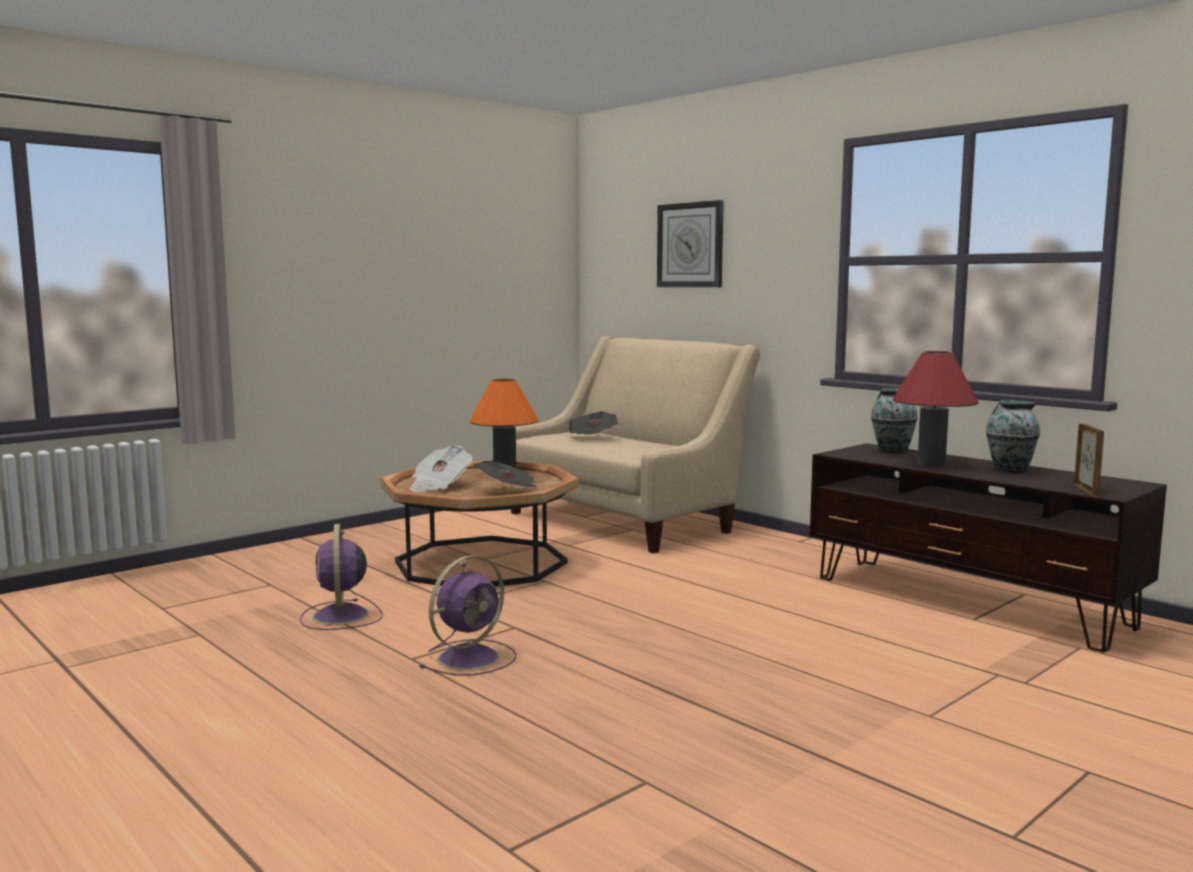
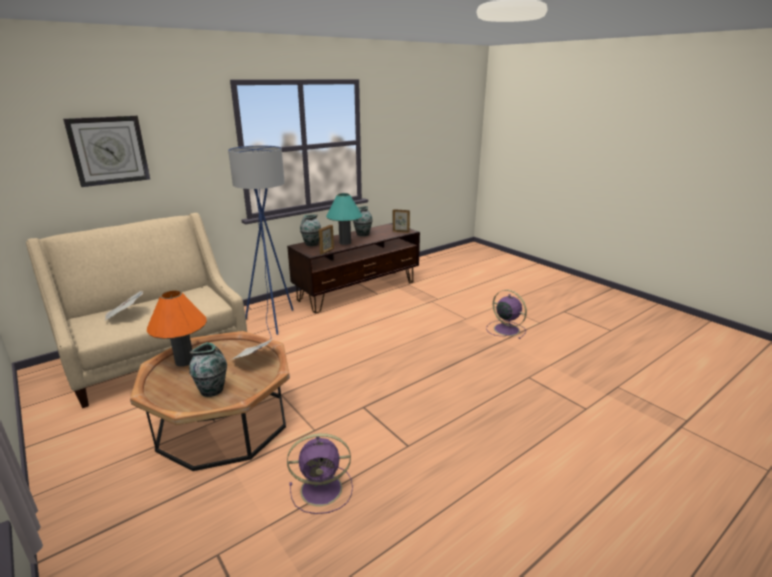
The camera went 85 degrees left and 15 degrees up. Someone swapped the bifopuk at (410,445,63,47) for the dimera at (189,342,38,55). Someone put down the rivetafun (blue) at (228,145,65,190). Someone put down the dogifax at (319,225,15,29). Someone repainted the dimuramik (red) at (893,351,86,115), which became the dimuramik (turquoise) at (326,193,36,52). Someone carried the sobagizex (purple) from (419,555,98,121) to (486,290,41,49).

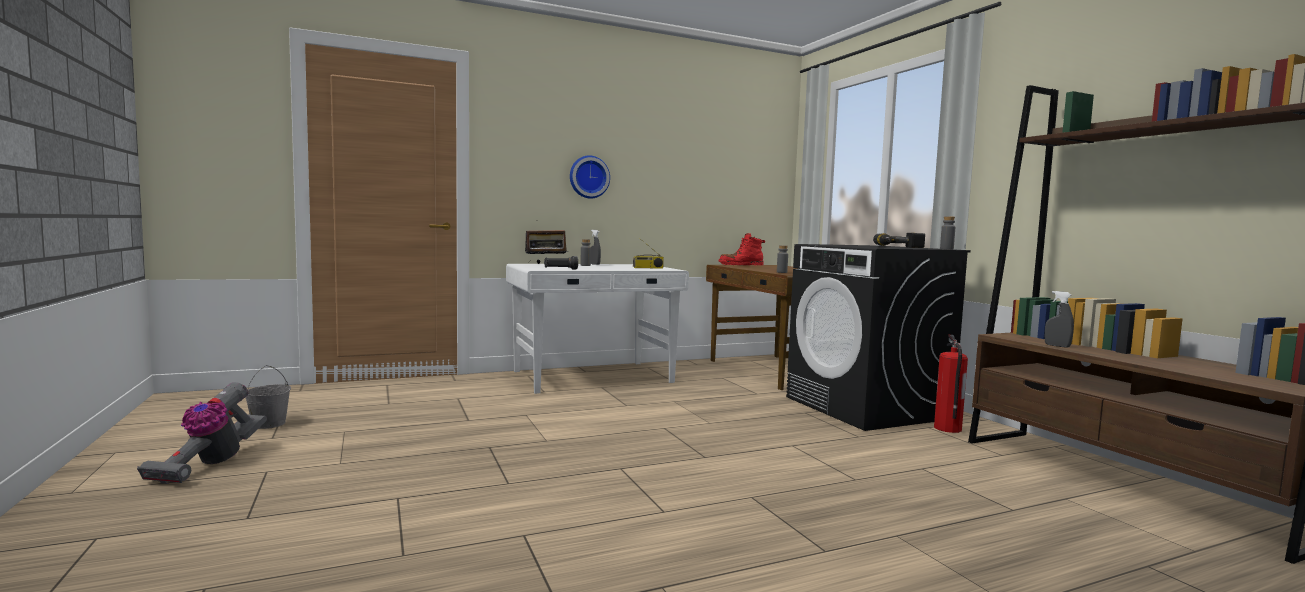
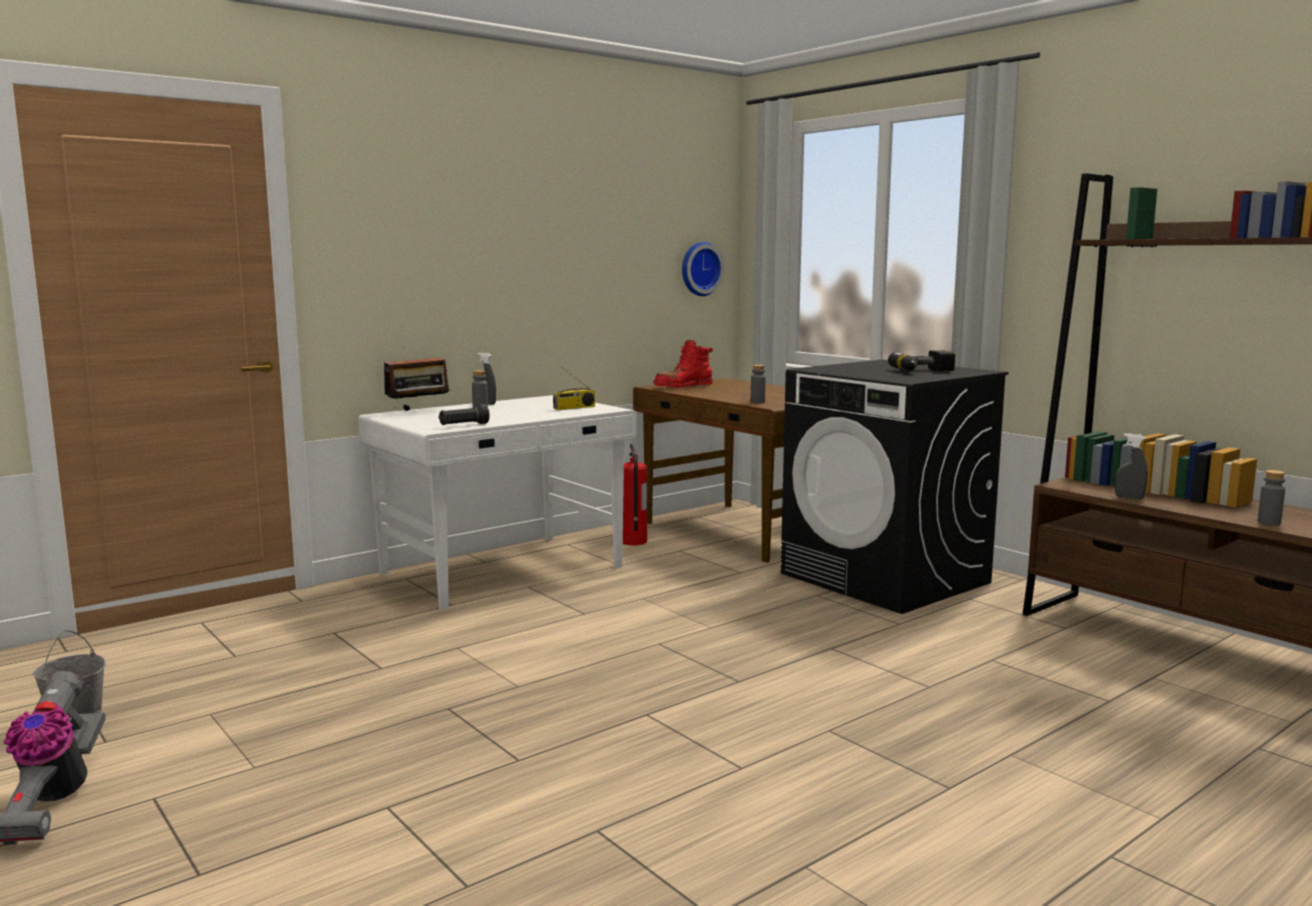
The camera went 15 degrees left and 5 degrees up. Someone carried the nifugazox from (934,334,34,99) to (623,444,24,101). Someone carried the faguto from (570,155,40,44) to (682,242,42,54). Someone carried the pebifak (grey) from (940,216,15,33) to (1257,470,28,56).

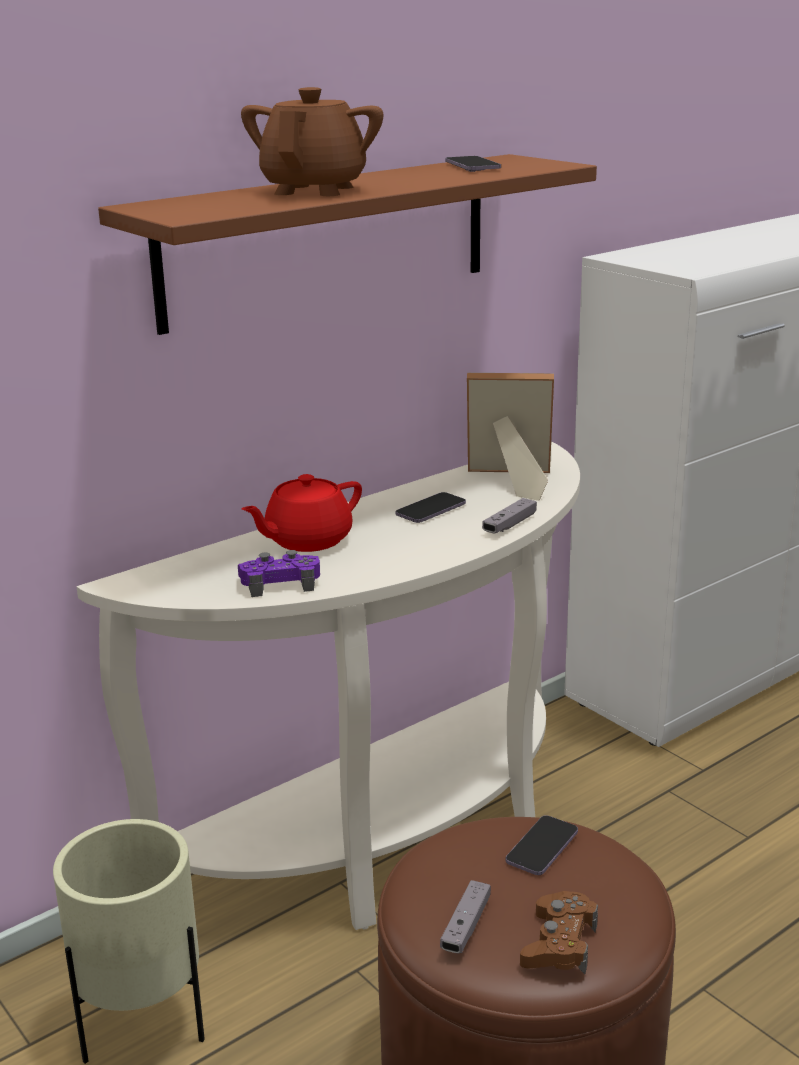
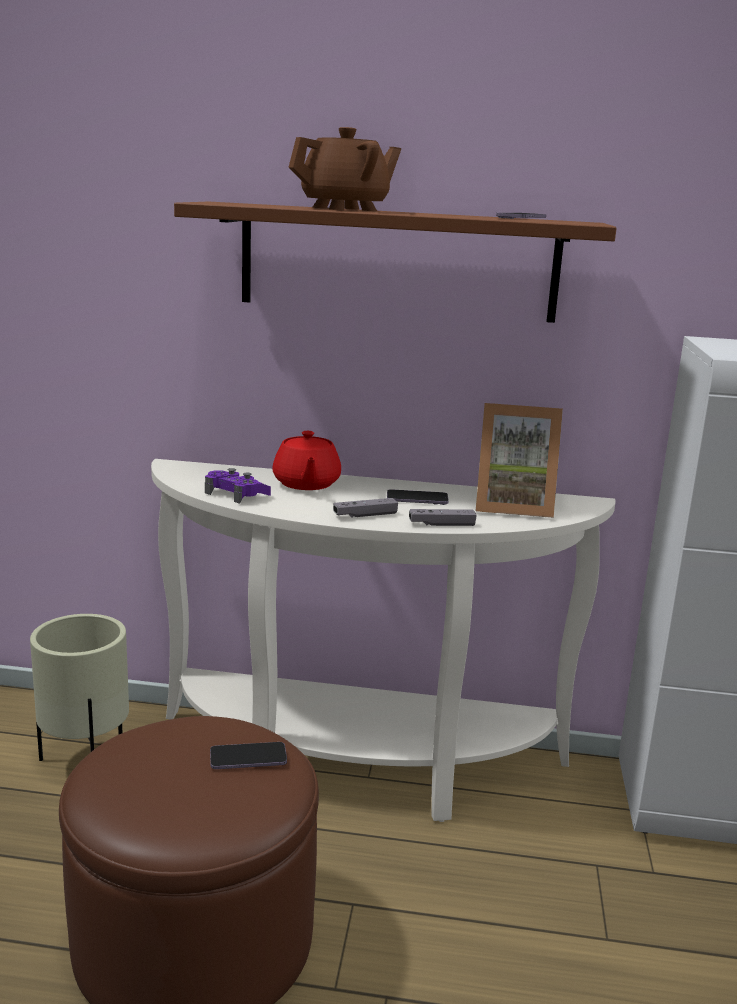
The camera went 45 degrees right and 5 degrees down. Someone rotated the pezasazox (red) at (241,474,121,78) by 105 degrees counterclockwise. Someone carried the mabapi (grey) from (440,880,51,74) to (333,498,65,20). Someone rotated the dogifax at (467,373,87,128) by 135 degrees clockwise. Someone took away the mabapi (brown) at (520,891,78,83).

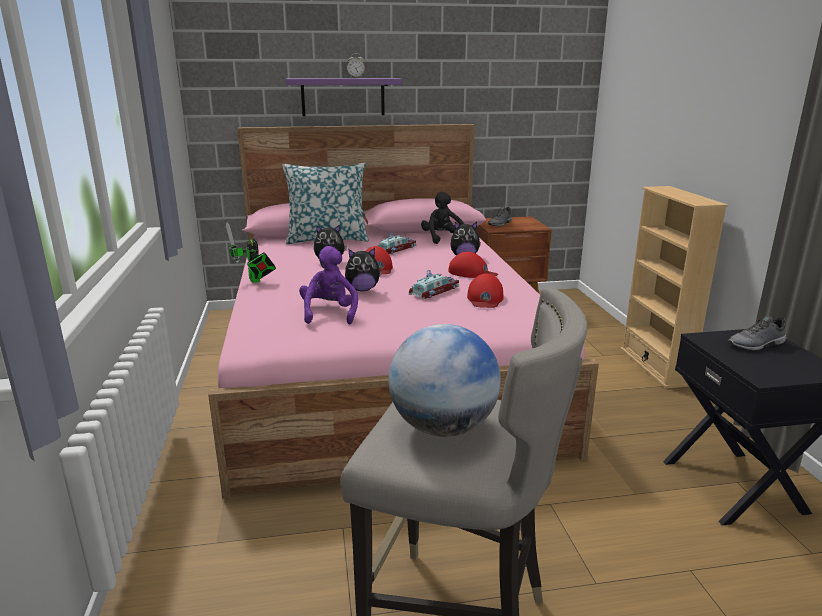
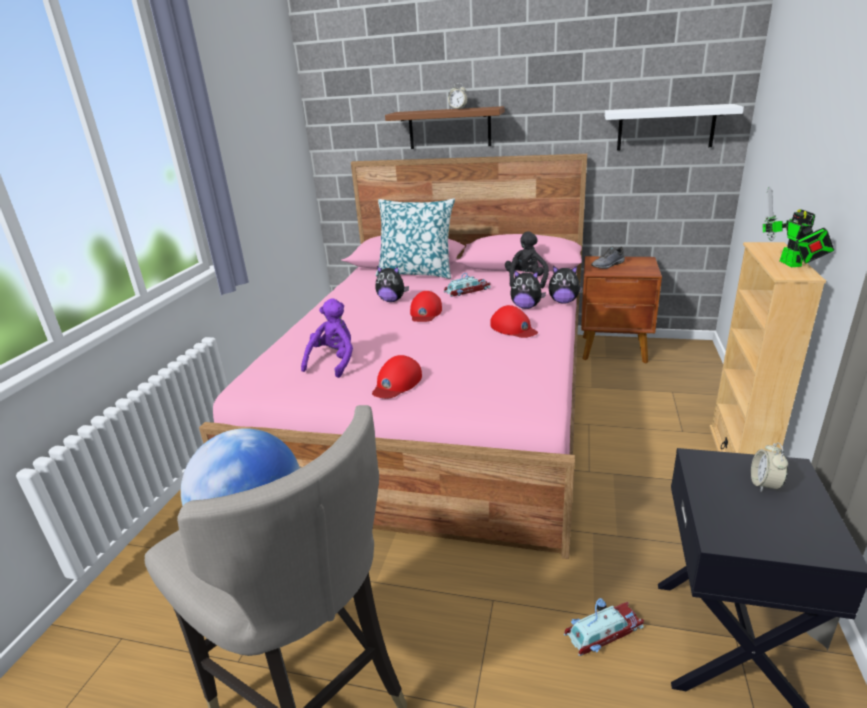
The camera went 25 degrees right and 5 degrees up. Someone carried the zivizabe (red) from (467,273,36,35) to (372,355,50,43). Someone repainted the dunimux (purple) at (286,78,116,38), which became the dunimux (brown) at (385,106,120,43). Someone carried the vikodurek from (345,248,36,43) to (548,266,35,38). Someone carried the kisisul from (409,270,50,29) to (564,598,80,58). Someone put up the dunimux (white) at (605,104,139,46). Someone swapped the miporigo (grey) at (728,315,58,36) for the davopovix at (751,442,37,50). Someone carried the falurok from (226,223,50,60) to (763,187,71,80).

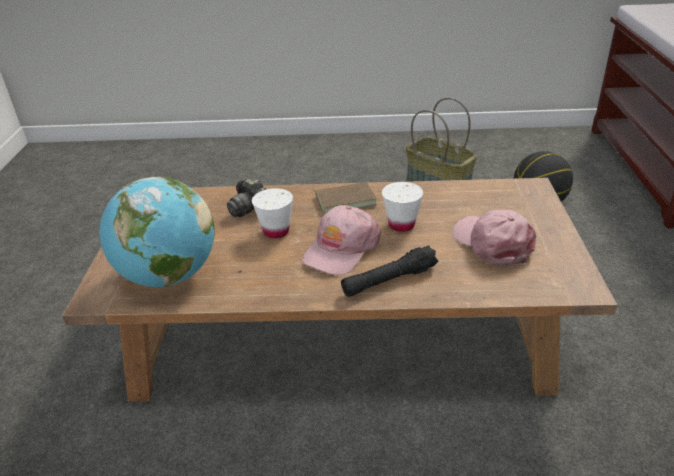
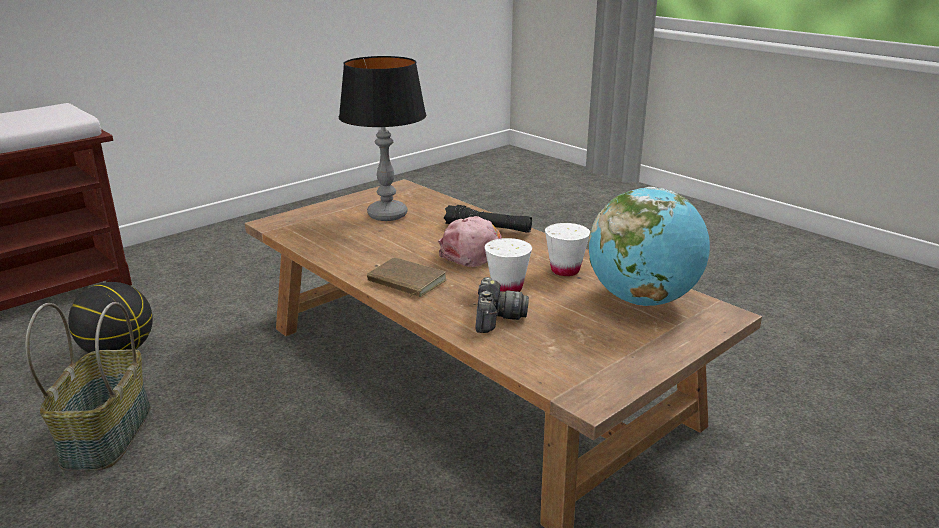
The camera went 135 degrees left and 10 degrees down. Someone swapped the zivizabe (pink) at (452,210,84,56) for the dimuramik at (339,56,87,165). Someone carried the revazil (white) from (382,182,41,50) to (545,223,45,53).

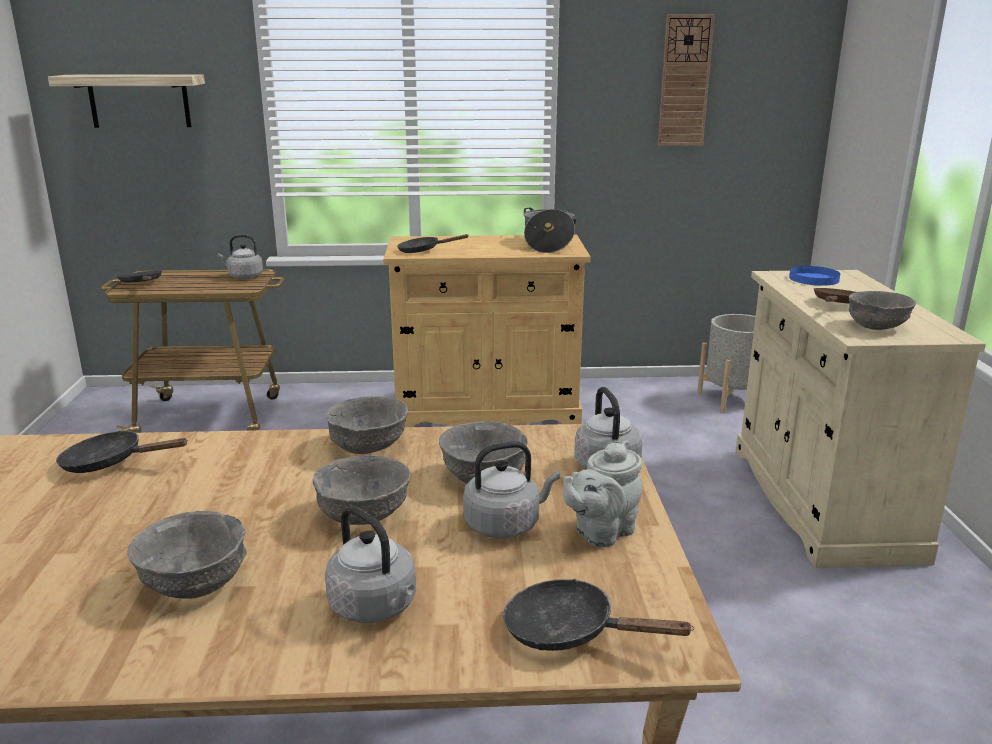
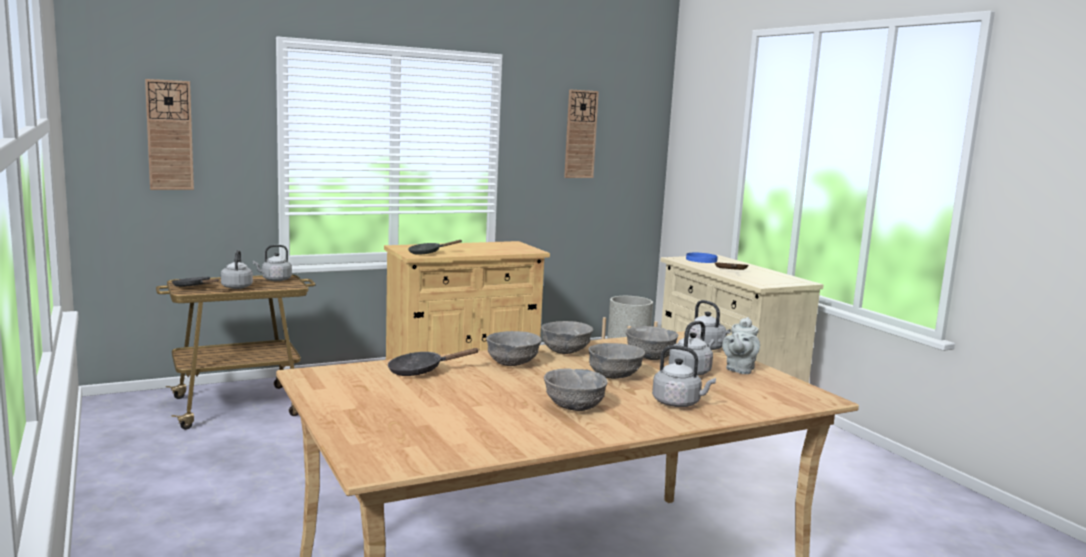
The camera went 25 degrees left and 10 degrees down. Someone swapped the dunimux at (48,74,157,54) for the faguto at (145,79,49,111). Someone put down the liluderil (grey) at (221,250,32,39). Someone carried the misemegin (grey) from (849,291,67,39) to (486,331,56,35). Someone took away the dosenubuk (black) at (503,579,191,72). Someone took away the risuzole at (524,207,52,46).

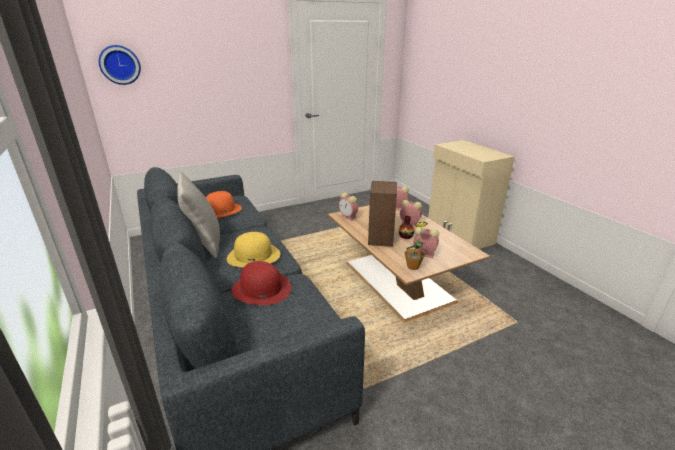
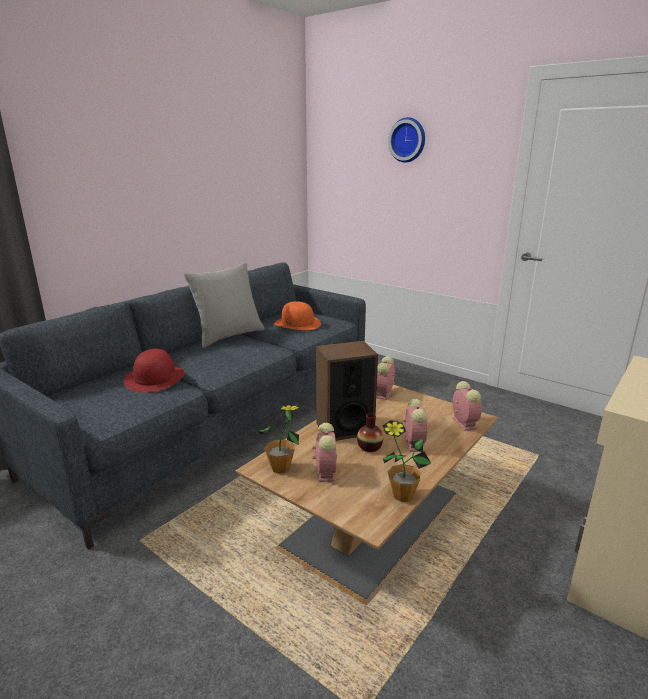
The camera went 65 degrees right and 5 degrees down. Someone put down the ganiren at (383,420,48,82). Someone carried the faguto from (99,45,42,40) to (388,117,37,46). Someone took away the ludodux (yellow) at (227,232,53,35).

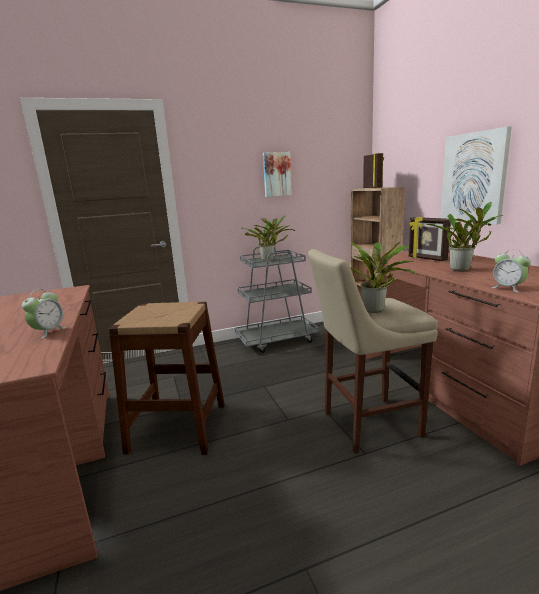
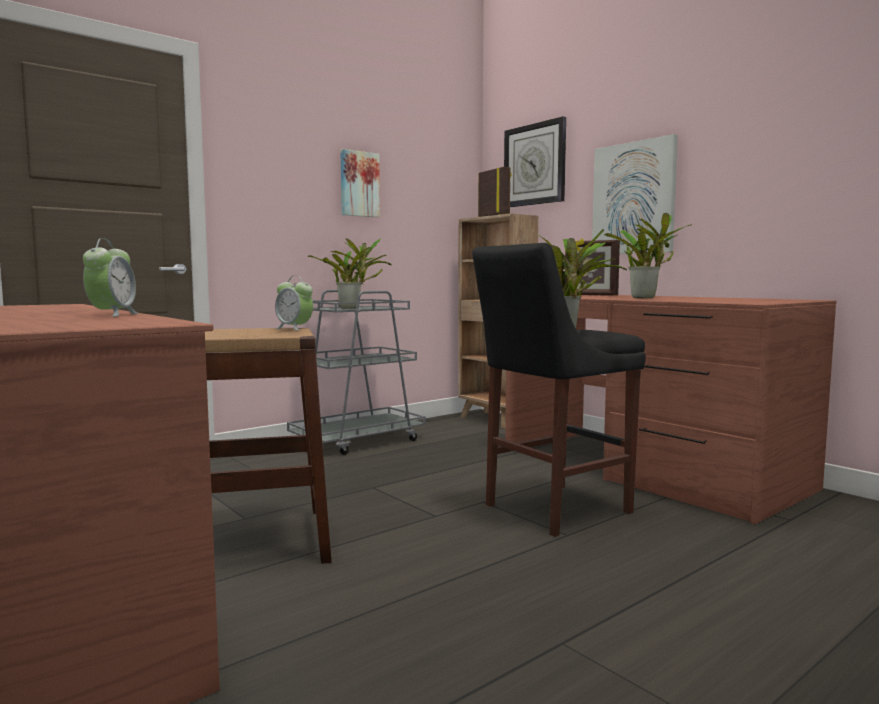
The camera went 20 degrees left and 10 degrees down. Someone carried the davopovix from (491,249,40,44) to (275,275,38,56). Someone repainted the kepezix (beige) at (308,249,130,205), which became the kepezix (black) at (472,243,174,294). Someone put up the faguto at (504,117,62,90).

